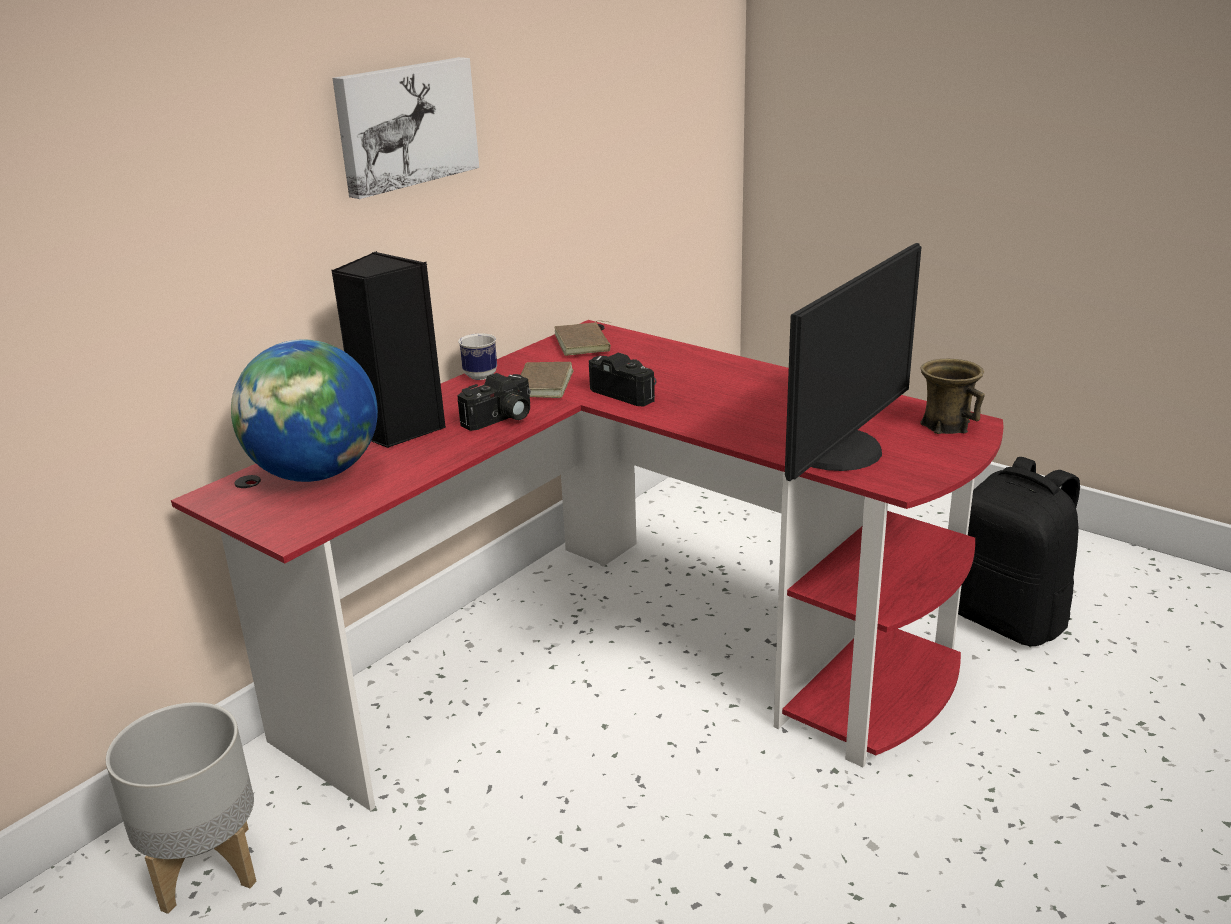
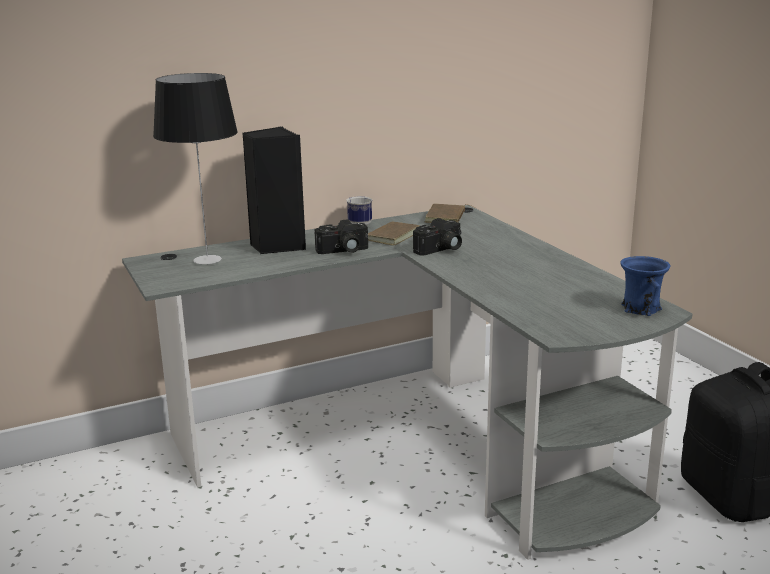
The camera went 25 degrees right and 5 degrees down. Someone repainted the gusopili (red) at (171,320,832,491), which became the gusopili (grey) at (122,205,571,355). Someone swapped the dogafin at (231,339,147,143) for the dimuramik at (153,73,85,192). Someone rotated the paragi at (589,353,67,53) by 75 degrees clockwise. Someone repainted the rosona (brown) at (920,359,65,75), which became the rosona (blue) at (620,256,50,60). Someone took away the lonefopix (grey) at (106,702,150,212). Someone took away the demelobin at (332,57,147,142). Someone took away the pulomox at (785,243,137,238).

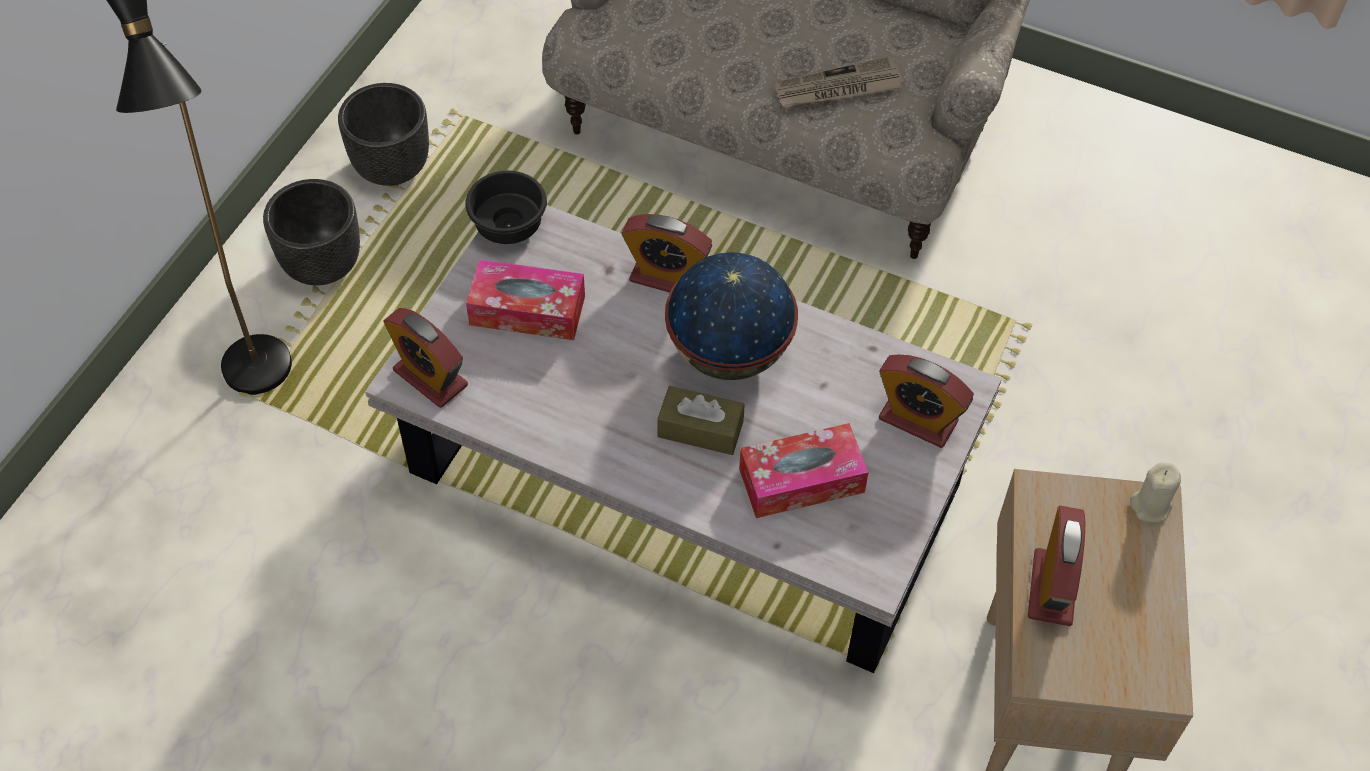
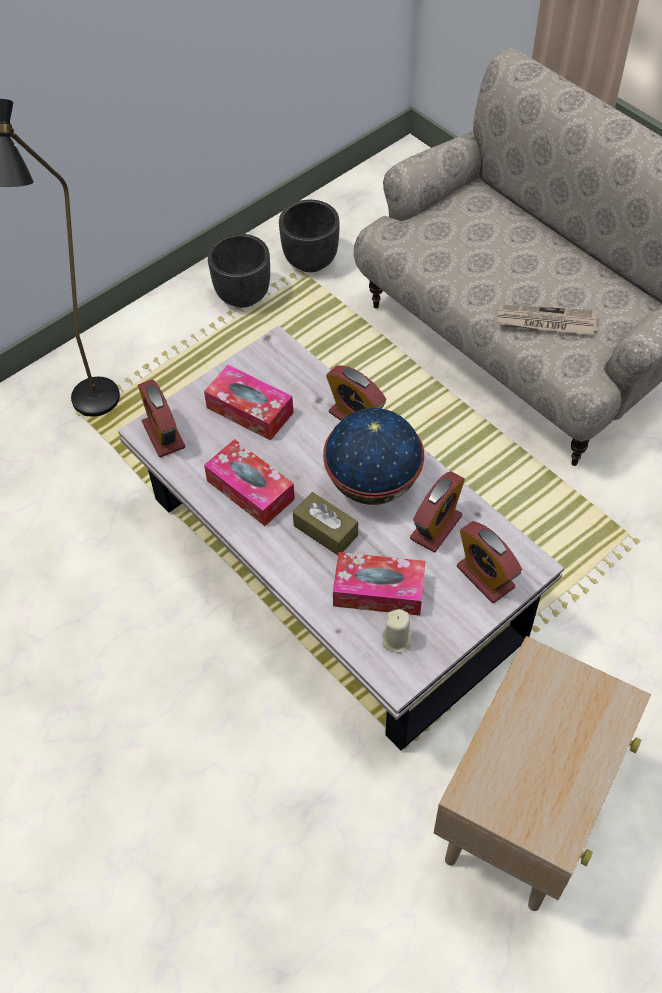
The camera went 25 degrees right and 0 degrees up. Someone put down the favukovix at (204,439,91,87). Someone carried the lonefopix (black) from (263,179,97,106) to (279,200,61,72). Someone carried the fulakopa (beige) from (1130,462,51,60) to (382,609,30,44). Someone carried the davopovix from (1028,506,57,120) to (410,471,55,81). Someone took away the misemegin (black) at (465,171,82,73).

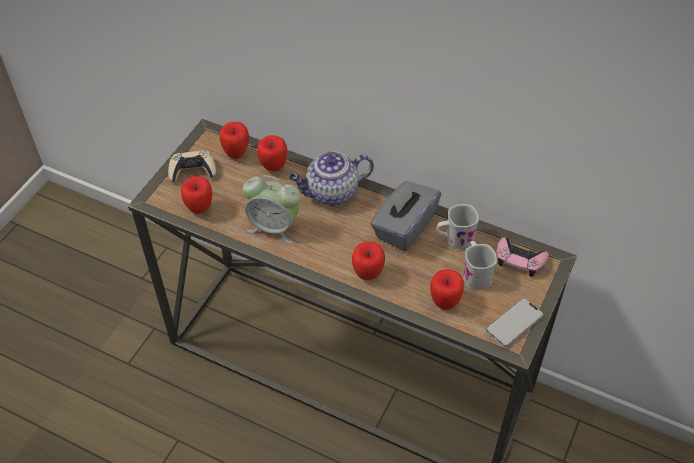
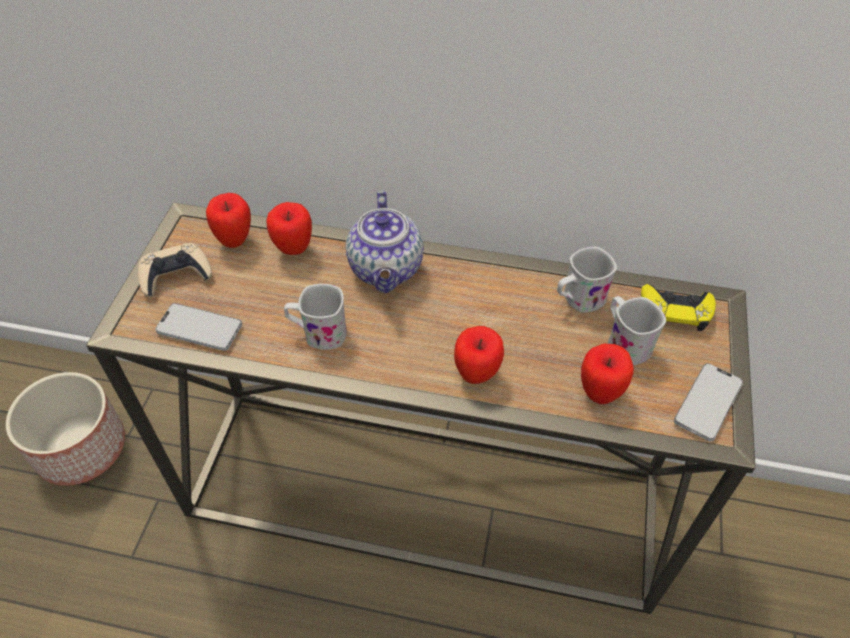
The camera went 15 degrees left and 0 degrees up. Someone put down the lonefopix at (6,372,119,114). Someone swapped the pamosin at (181,176,31,38) for the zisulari at (155,303,87,48). Someone swapped the davopovix at (243,175,57,68) for the rosona (white) at (284,284,63,66). Someone rotated the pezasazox at (289,151,85,55) by 60 degrees counterclockwise. Someone repainted the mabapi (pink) at (497,237,52,40), which became the mabapi (yellow) at (641,284,75,47). Someone took away the favukovix (grey) at (370,181,71,70).

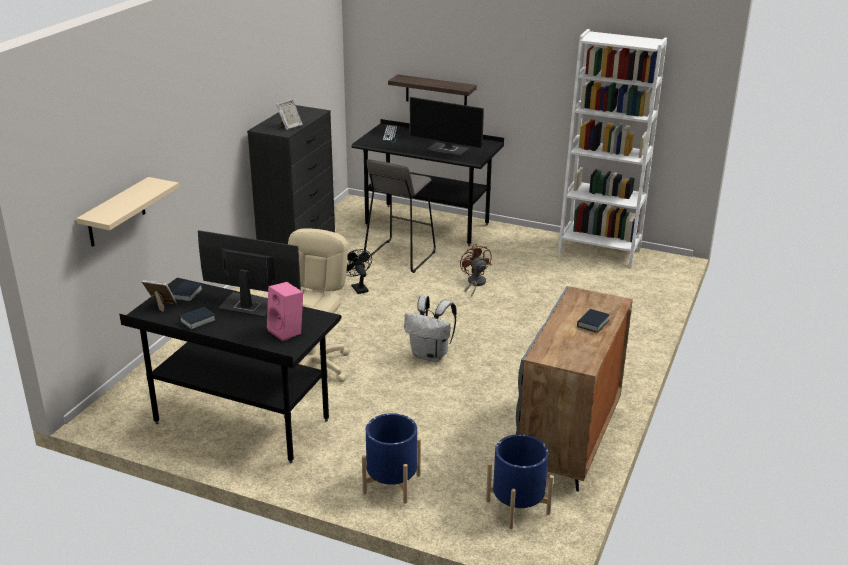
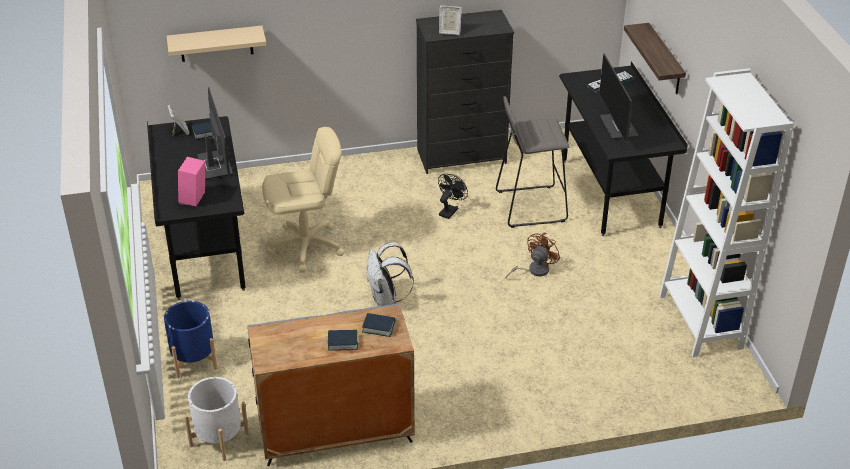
The camera went 55 degrees right and 10 degrees up. Someone repainted the lonefopix (blue) at (486,434,68,95), which became the lonefopix (white) at (184,377,65,84). Someone carried the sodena from (179,307,37,23) to (362,313,33,24).

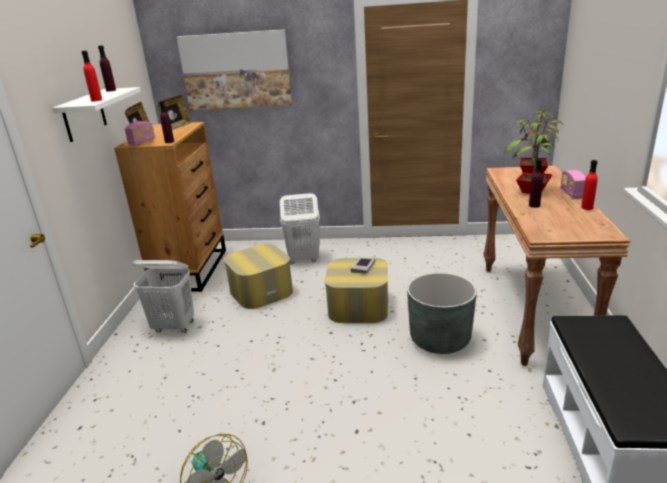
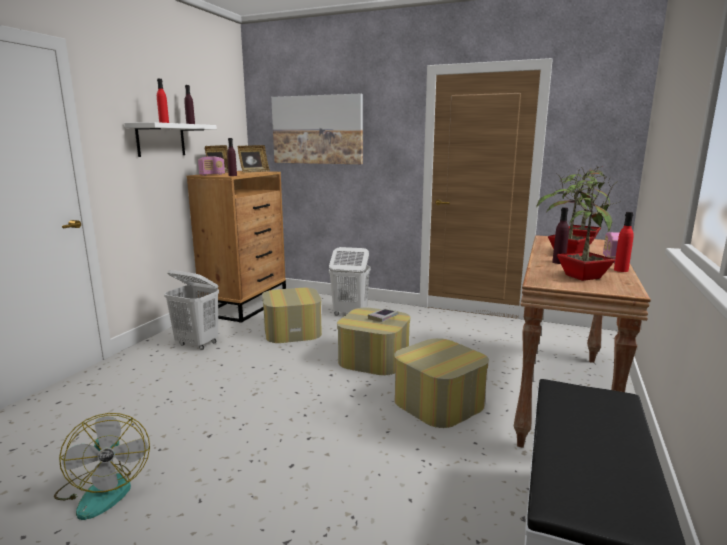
The camera went 15 degrees right and 10 degrees down. Someone swapped the lonefopix (grey) at (407,272,70,82) for the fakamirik at (394,338,95,90). Someone put down the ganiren at (552,176,69,105).

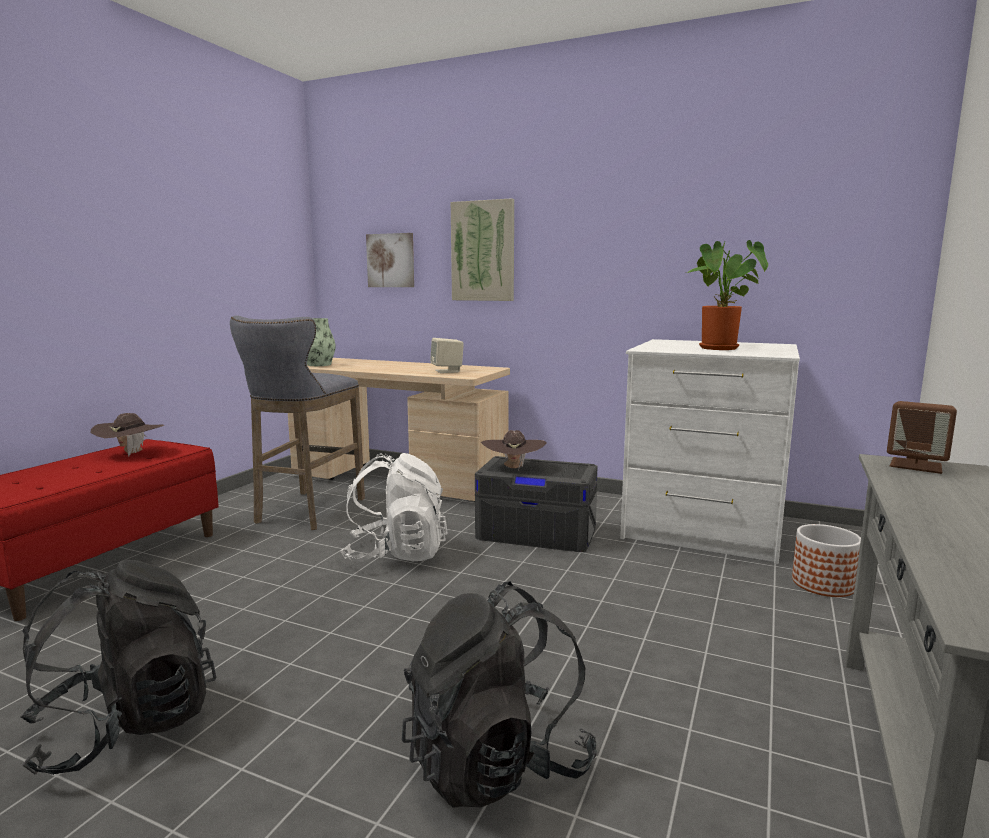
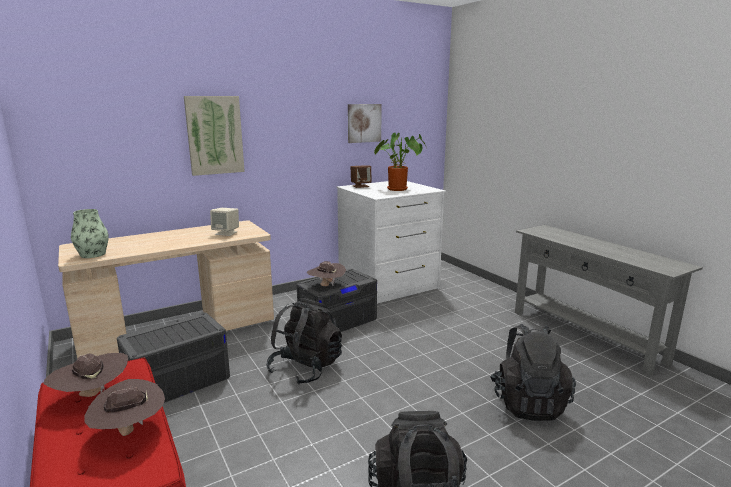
The camera went 55 degrees left and 5 degrees up. Someone put down the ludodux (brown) at (85,379,80,57). Someone swapped the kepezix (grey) at (230,316,135,214) for the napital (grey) at (117,313,113,90). Someone repainted the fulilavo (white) at (340,453,108,109), which became the fulilavo (black) at (266,298,76,87). Someone carried the demelobin from (366,233,48,54) to (348,104,34,39). Someone carried the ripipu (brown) from (887,401,70,73) to (351,165,21,23). Someone took away the lonefopix at (792,524,69,73).

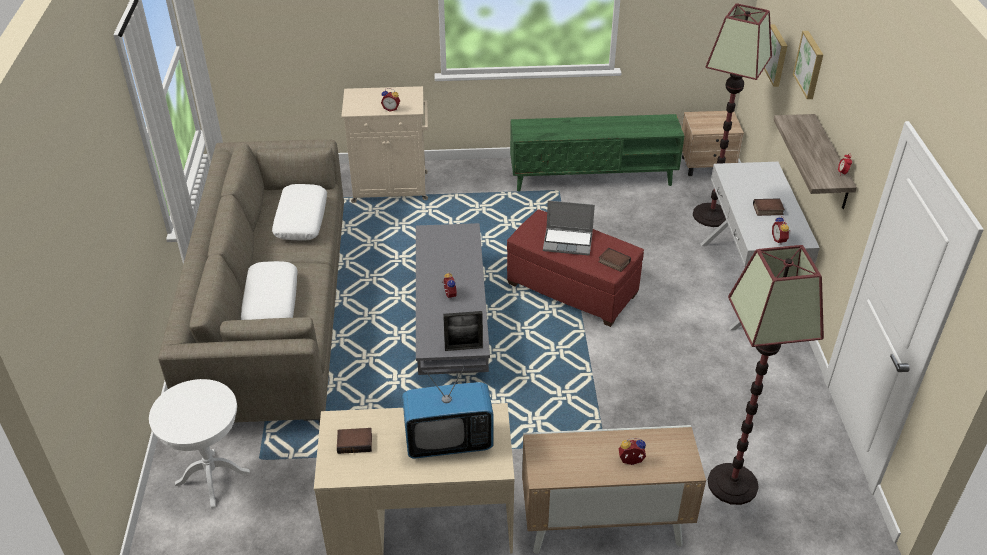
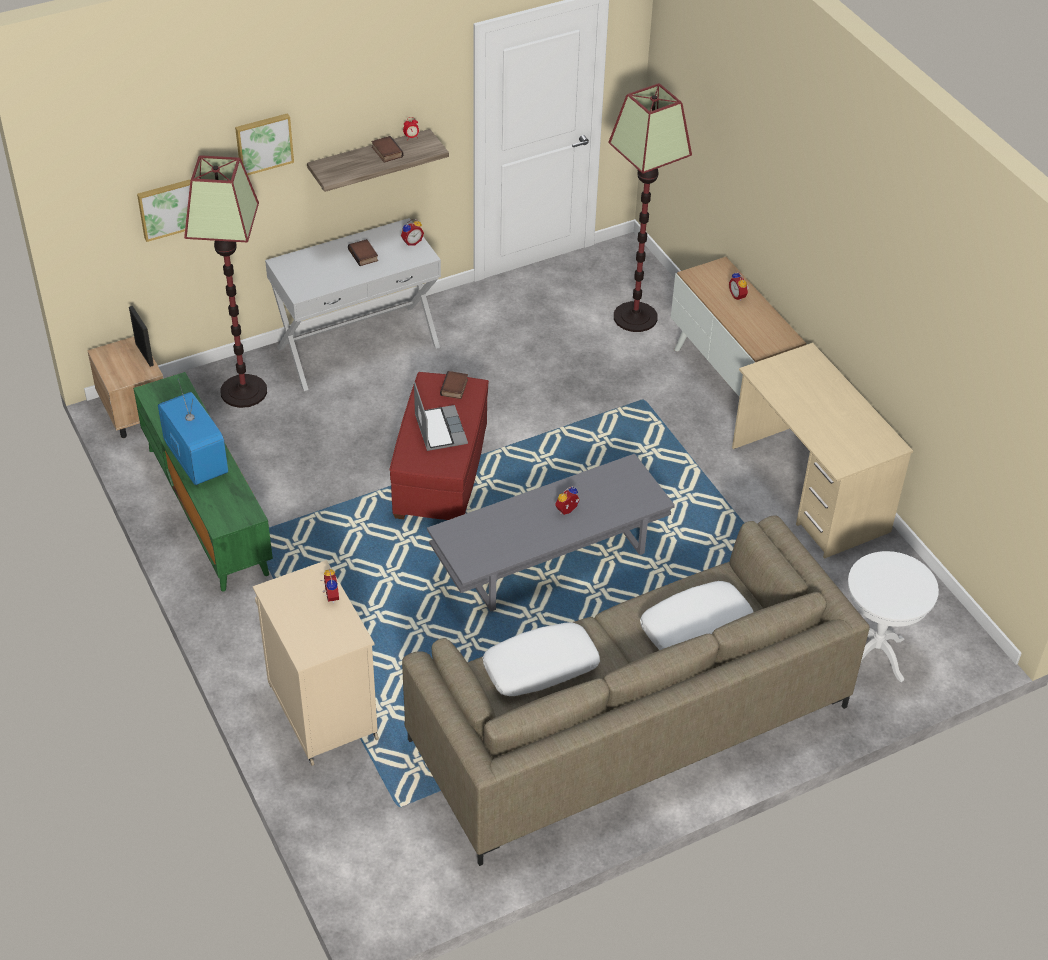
The camera went 115 degrees left and 5 degrees up. Someone carried the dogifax from (443,311,40,40) to (129,306,25,61). Someone carried the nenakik from (402,367,91,92) to (158,379,70,106). Someone carried the sodena from (337,428,35,26) to (372,136,32,26).

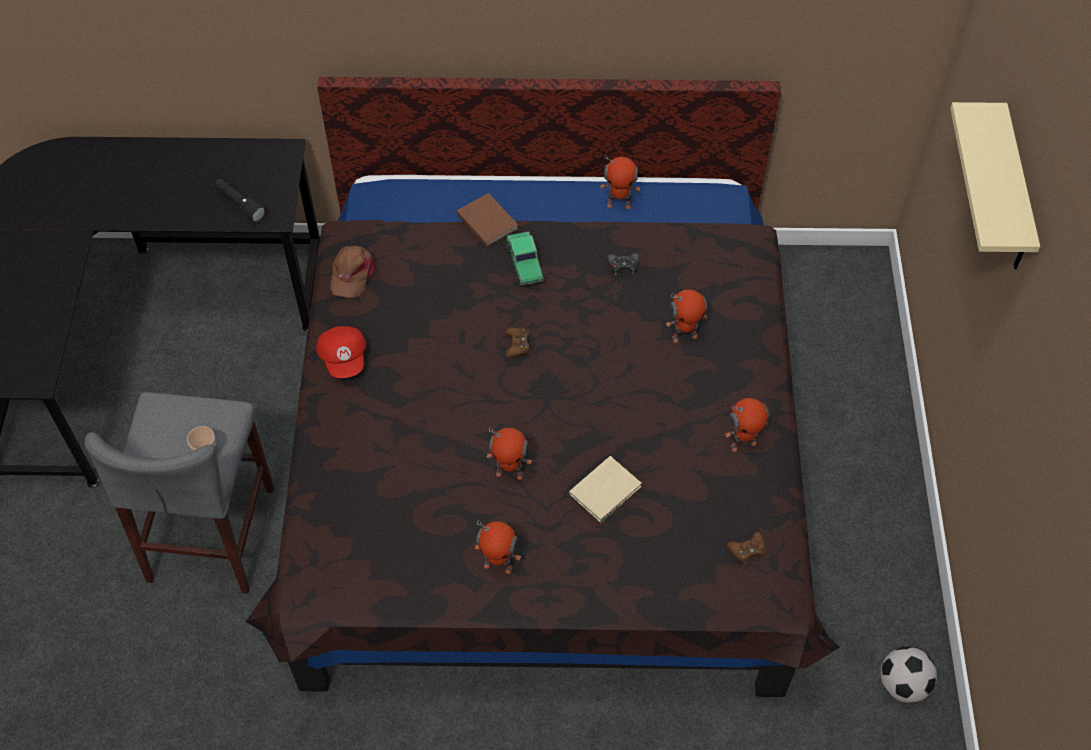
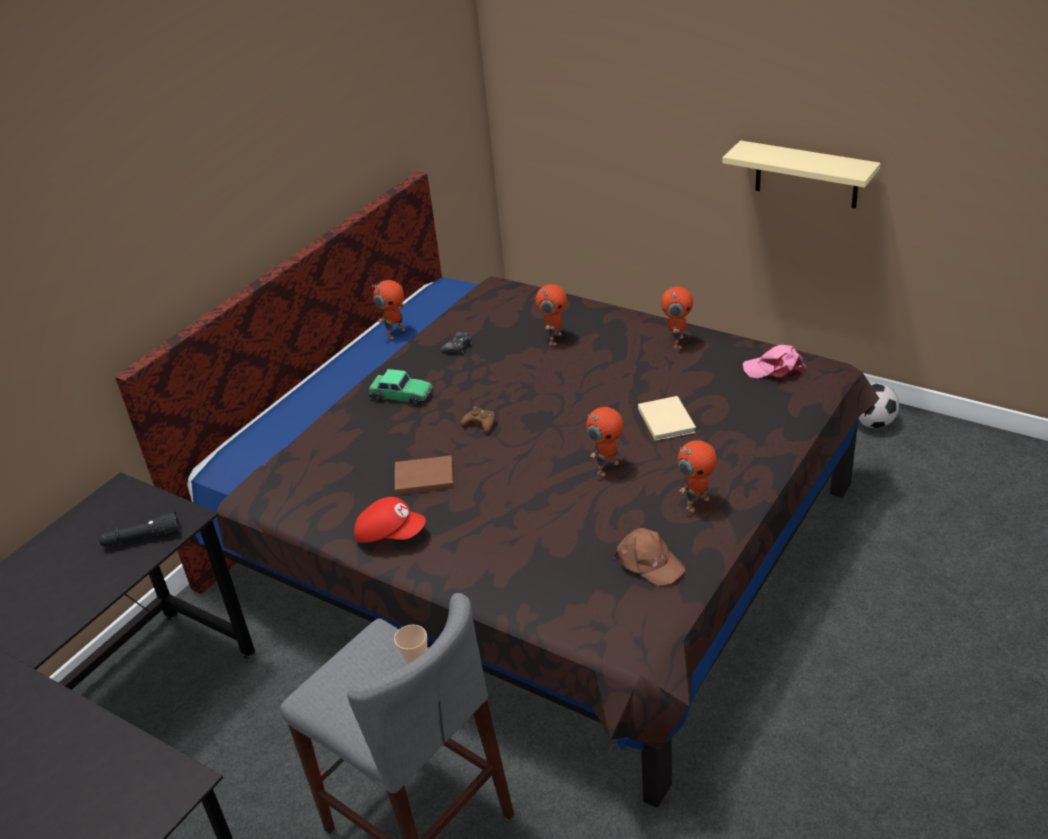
The camera went 55 degrees left and 20 degrees down. Someone carried the sodena (brown) from (457,193,61,54) to (395,456,59,39). Someone carried the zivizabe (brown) from (330,246,45,52) to (613,528,73,58). Someone carried the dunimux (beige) from (950,102,90,167) to (722,140,159,69). Someone swapped the mabapi (brown) at (727,532,39,33) for the zivizabe (pink) at (743,345,63,34).

